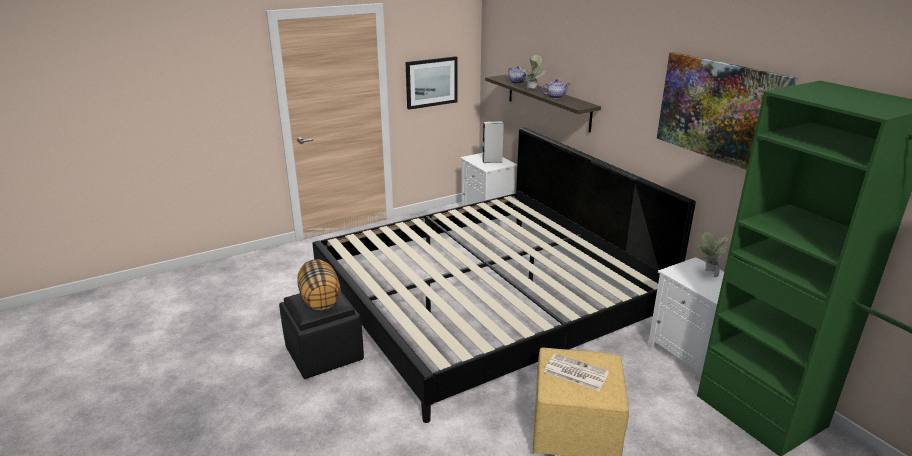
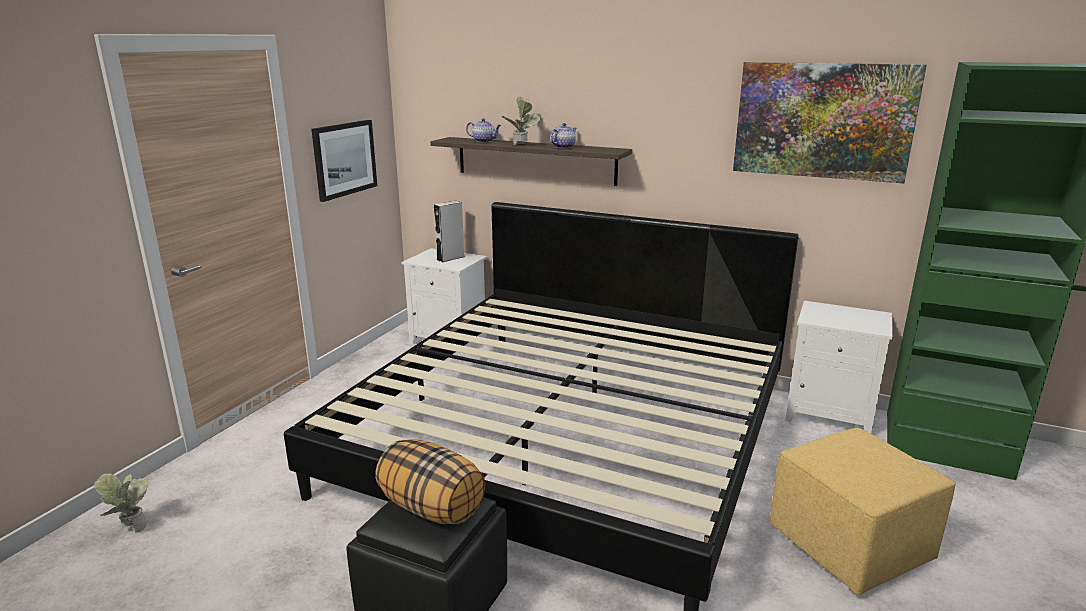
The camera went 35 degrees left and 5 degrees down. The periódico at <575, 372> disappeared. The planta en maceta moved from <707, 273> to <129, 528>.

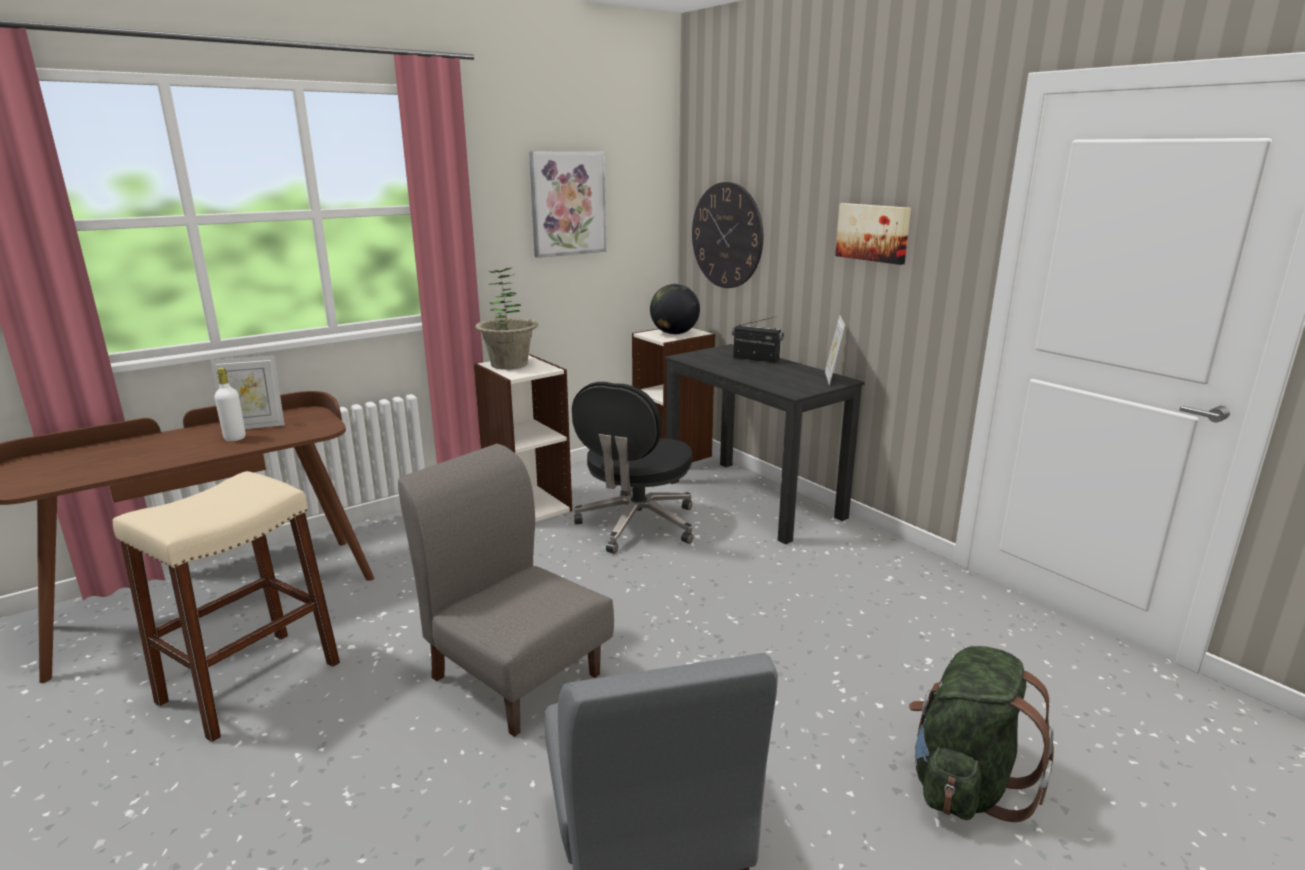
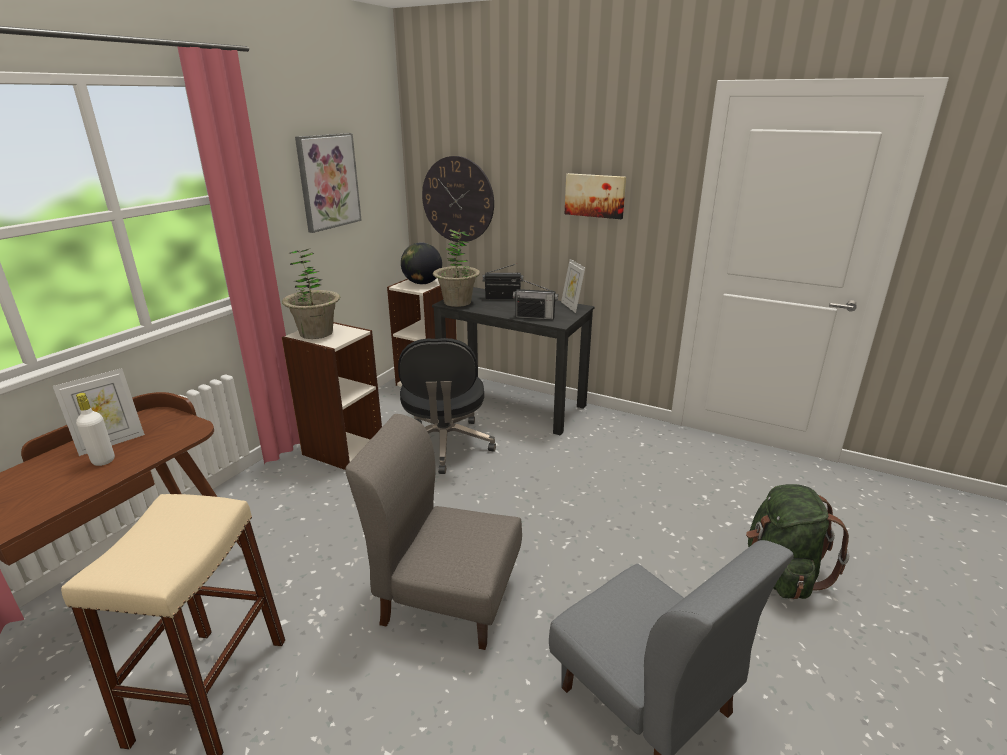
The camera went 25 degrees left and 5 degrees up. The planta en maceta at <457, 302> appeared. The radio at <535, 317> appeared.

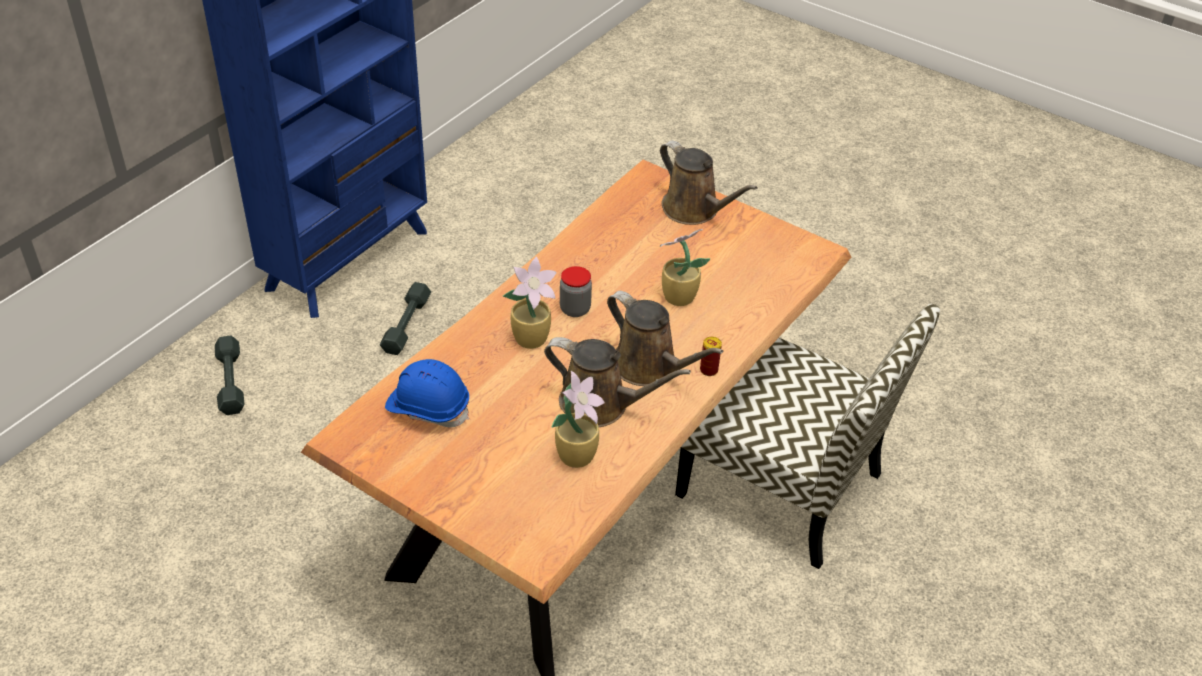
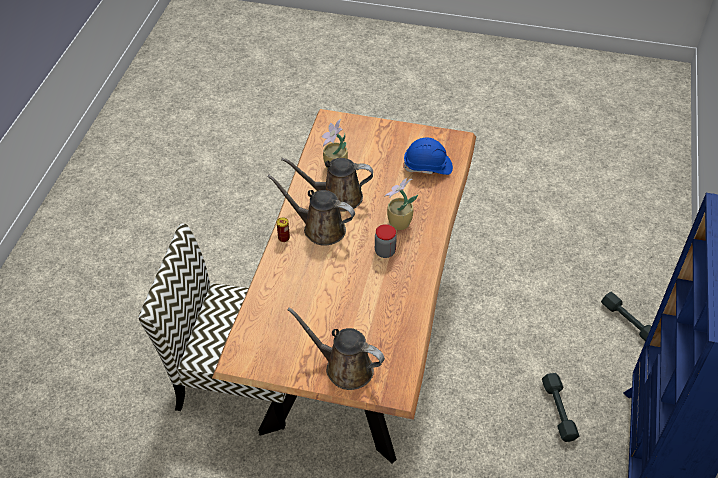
The camera went 160 degrees right and 5 degrees up. The planta en maceta at <677, 297> disappeared.

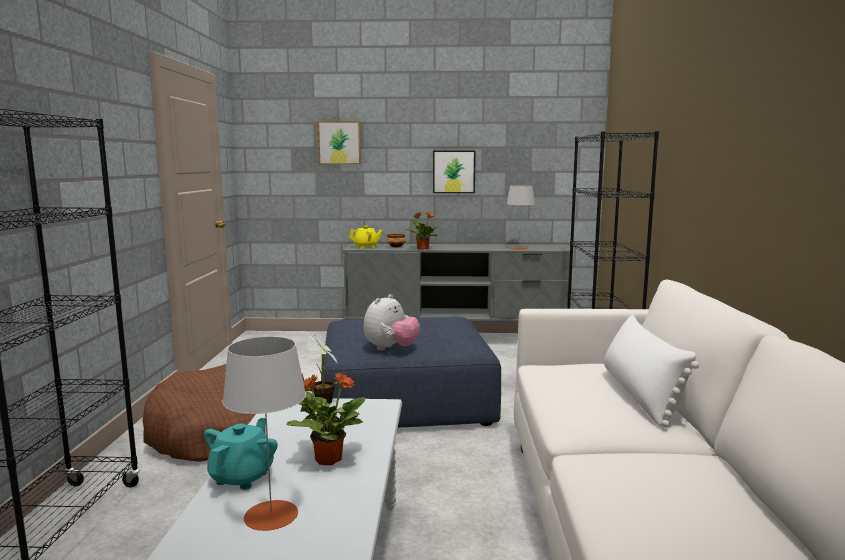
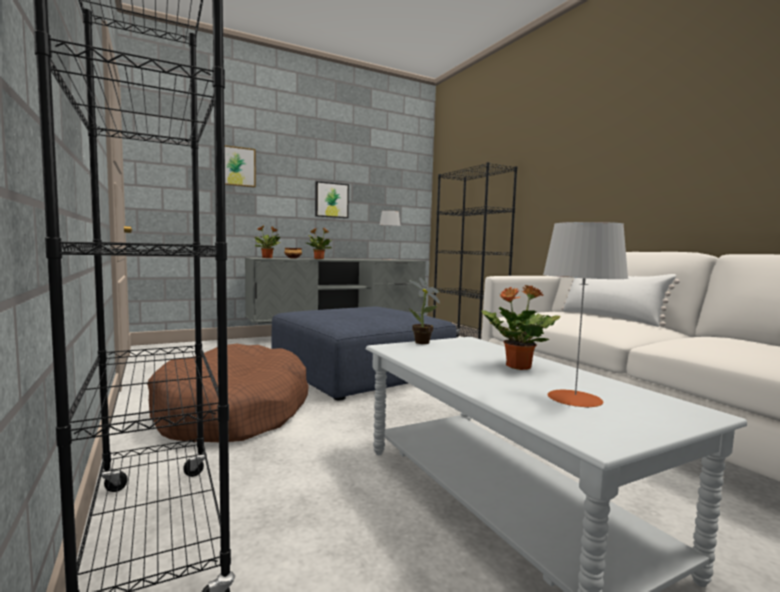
The camera went 30 degrees left and 5 degrees down. The tetera [turquesa] at <242, 477> disappeared. The peluche at <390, 348> disappeared. The tetera [amarillo] at <366, 247> was replaced by the planta en maceta at <267, 258>.

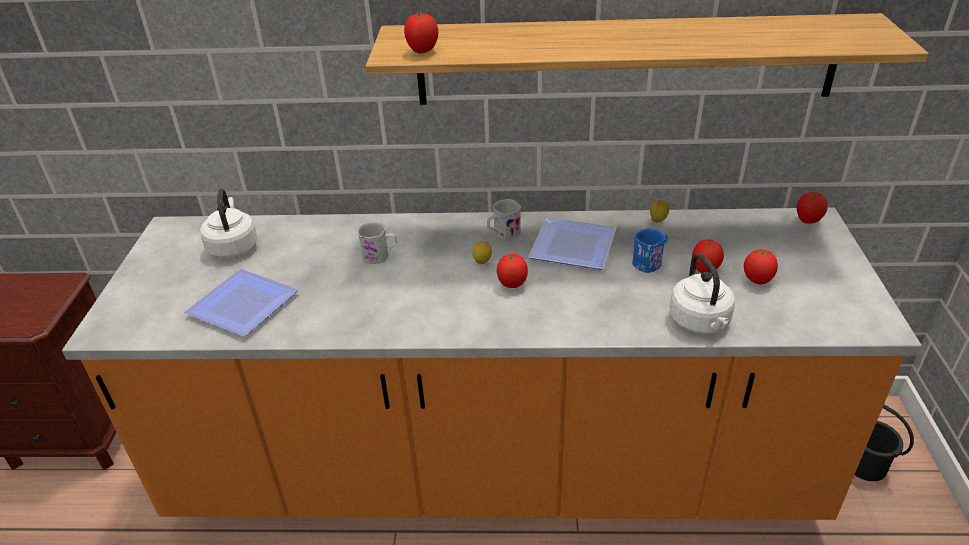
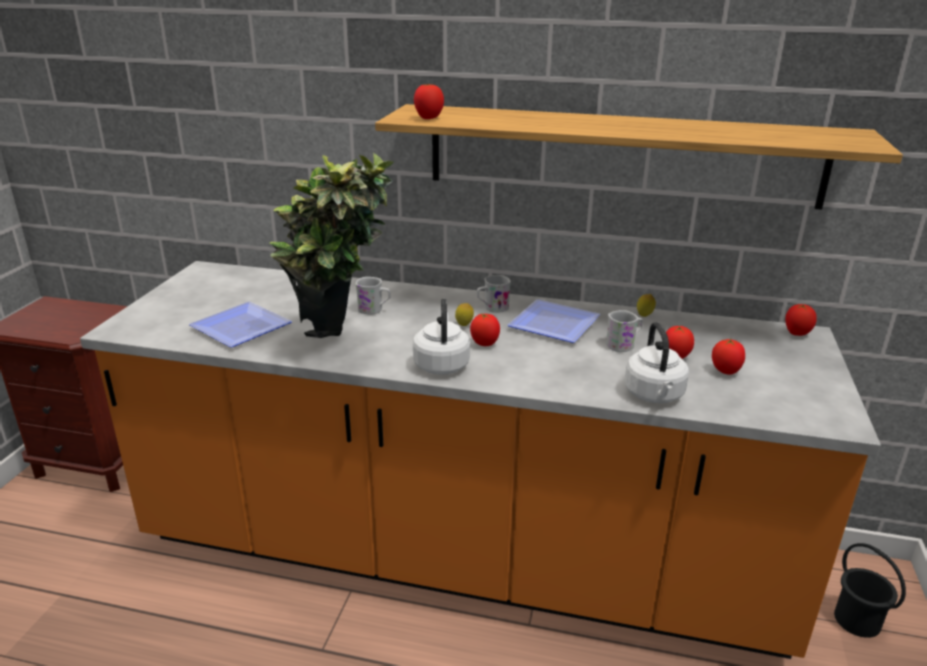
The camera went 10 degrees right and 10 degrees down. The planta en maceta at <343, 348> appeared. The hervidor [blanco] moved from <233, 246> to <441, 364>. The taza grande [azul] at <650, 262> became the taza grande [blanco] at <624, 345>.

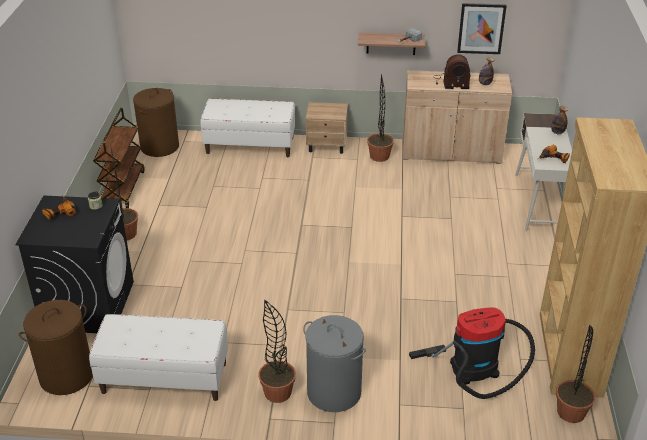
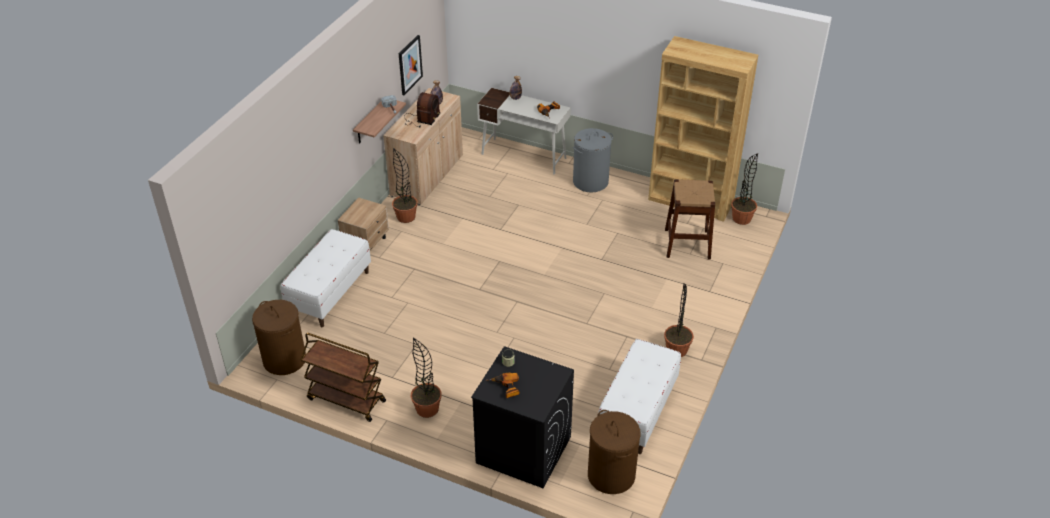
The camera went 70 degrees left and 5 degrees up. The cesto de la ropa [gris] moved from <333, 392> to <590, 182>. The aspiradora at <479, 366> was replaced by the taburete [marrón] at <687, 244>.

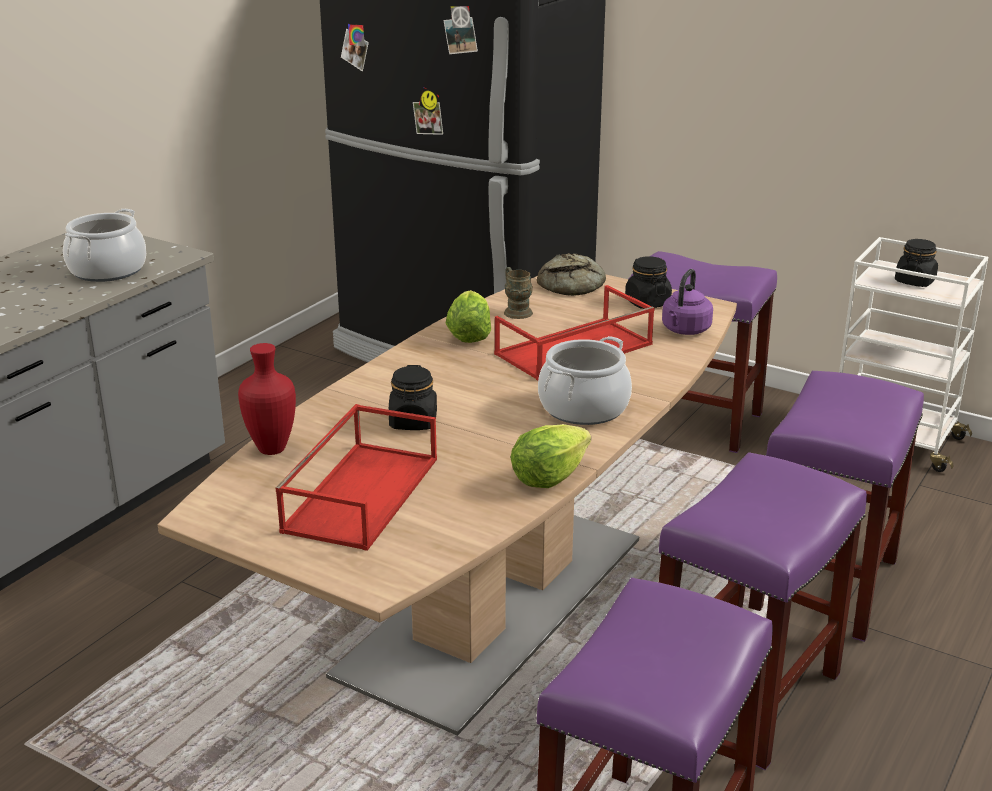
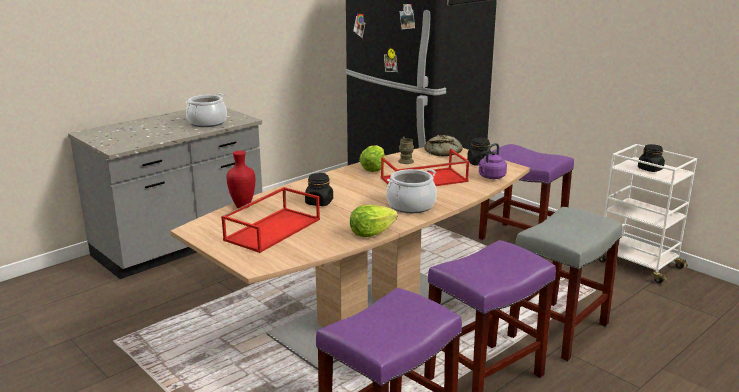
The camera went 15 degrees right and 5 degrees down. The taburete [morado] at <825, 585> became the taburete [gris] at <558, 331>.

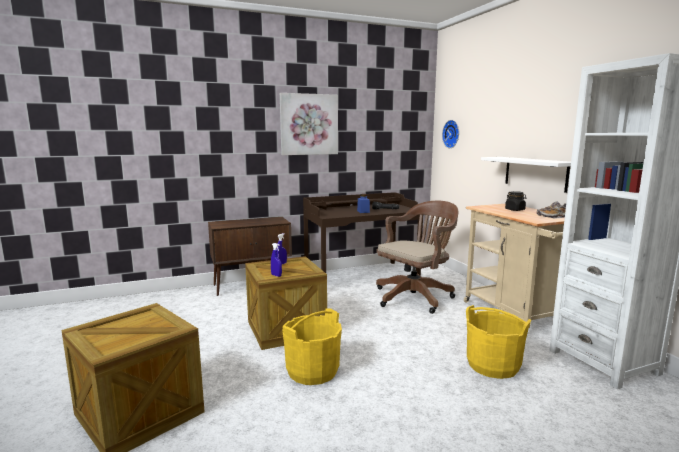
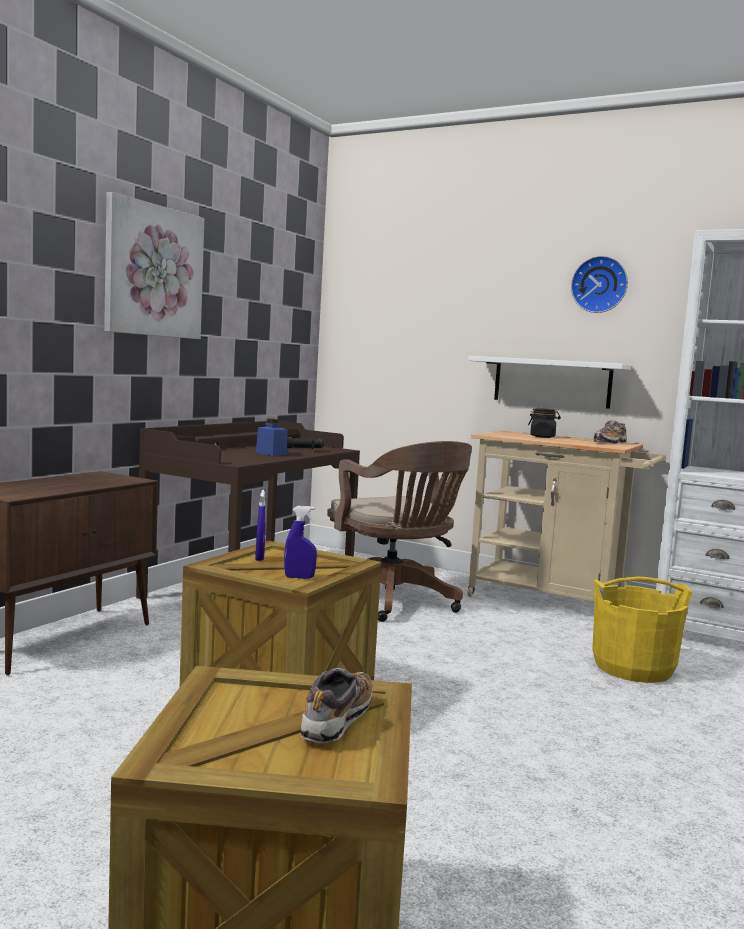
The camera went 40 degrees left and 5 degrees down. The cubo [amarillo] at <312, 371> disappeared. The zapato at <336, 720> appeared. The reloj de pared moved from <452, 134> to <600, 285>. The silla de oficina [marrón] at <416, 296> turned 135 degrees clockwise.

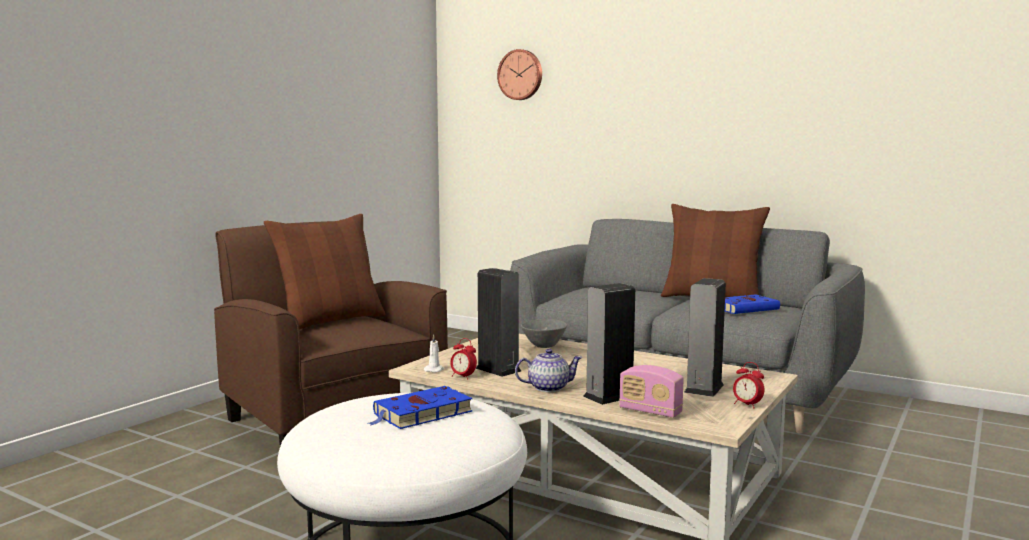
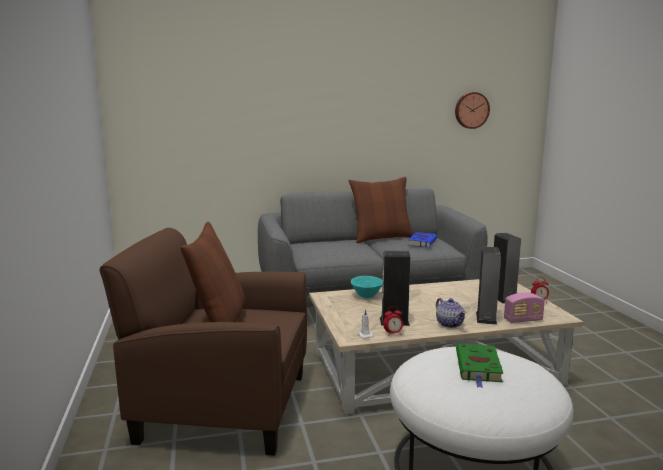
The camera went 45 degrees left and 5 degrees up. The reloj de pared moved from <521, 75> to <471, 110>. The libro [azul] at <421, 414> became the libro [verde] at <478, 367>. The cuenco [gris] at <542, 345> became the cuenco [turquesa] at <365, 296>. The tetera at <548, 388> turned 120 degrees clockwise.

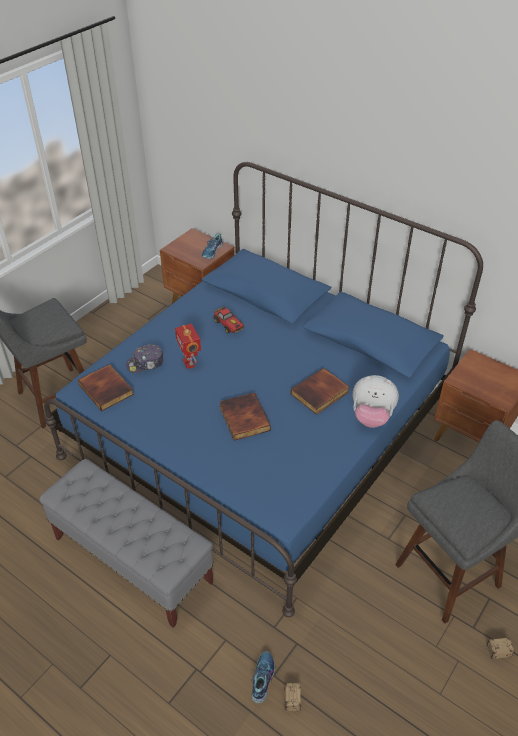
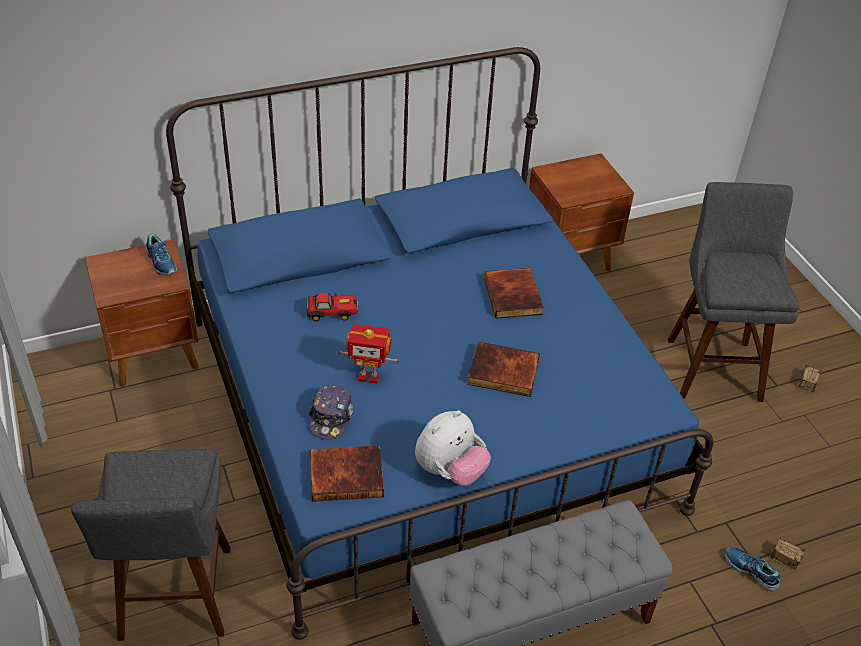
The camera went 60 degrees left and 0 degrees up. The peluche moved from <371, 417> to <450, 471>.

